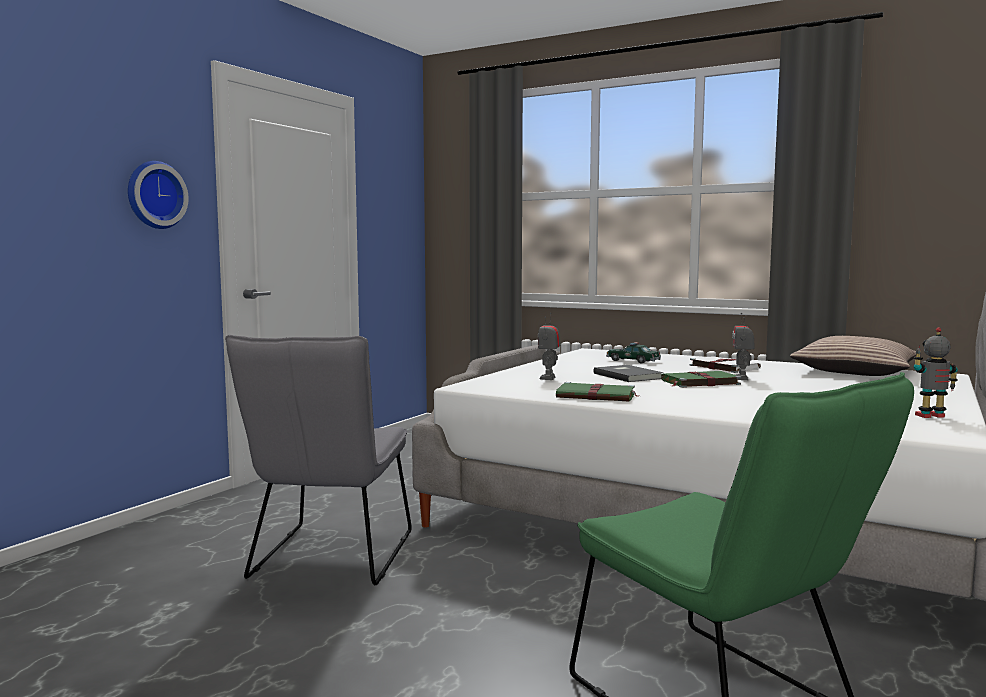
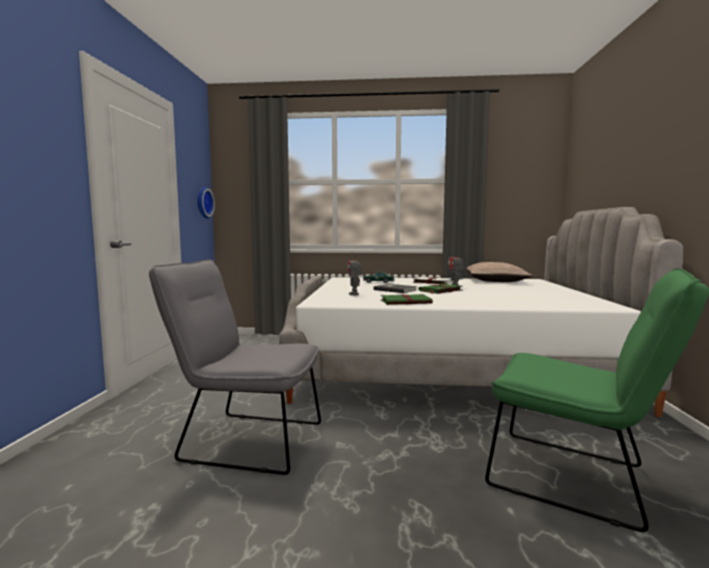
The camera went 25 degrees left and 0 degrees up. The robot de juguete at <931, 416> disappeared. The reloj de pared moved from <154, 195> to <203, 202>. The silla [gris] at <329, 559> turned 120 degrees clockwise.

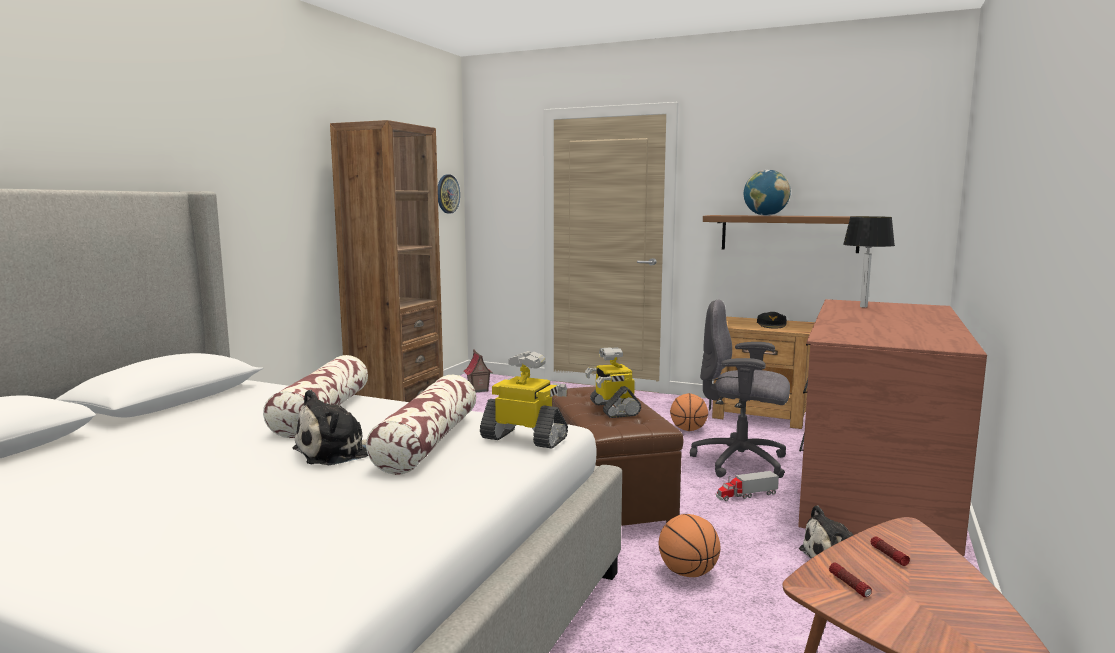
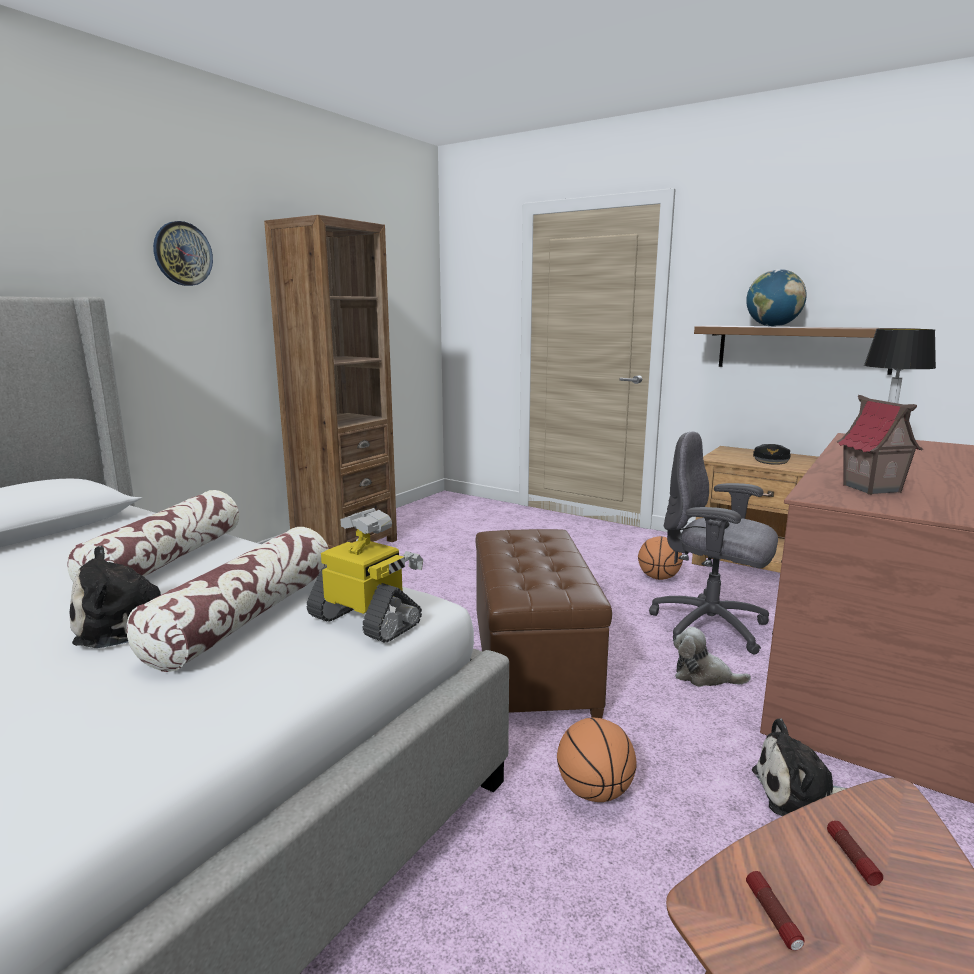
The camera went 10 degrees right and 5 degrees up. The robot de juguete at <613, 409> disappeared. The reloj de pared moved from <447, 194> to <182, 254>. The casita moved from <478, 390> to <871, 488>. The camión de juguete at <746, 495> was replaced by the peluche at <703, 676>.

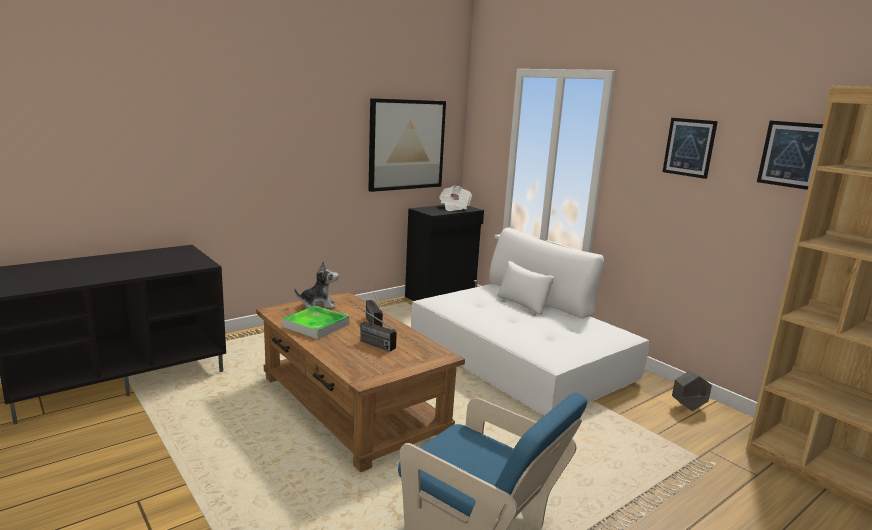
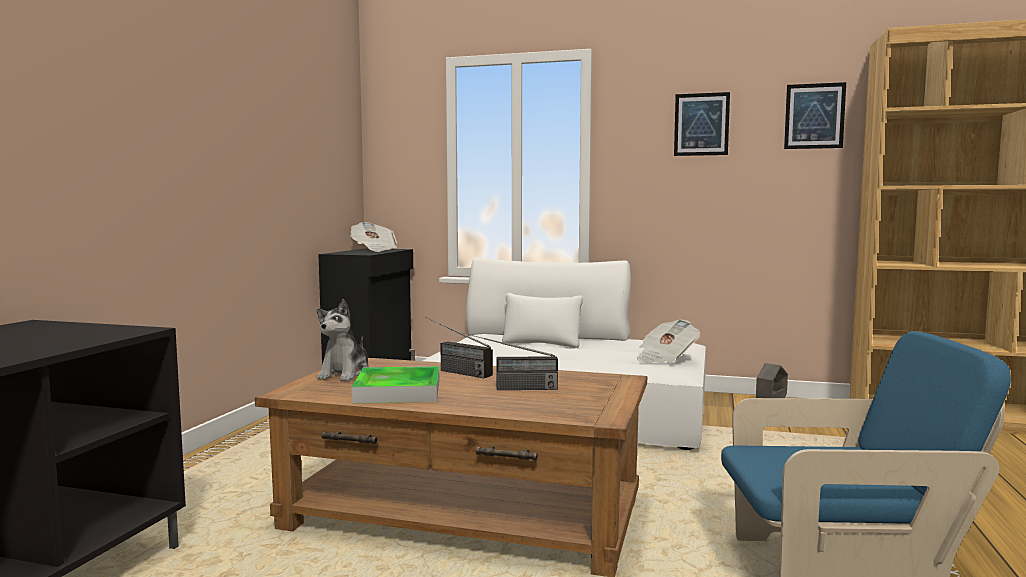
The camera went 35 degrees left and 10 degrees down. The cuadro at <406, 144> disappeared. The periódico at <665, 358> appeared. The peluche at <318, 305> turned 150 degrees clockwise.

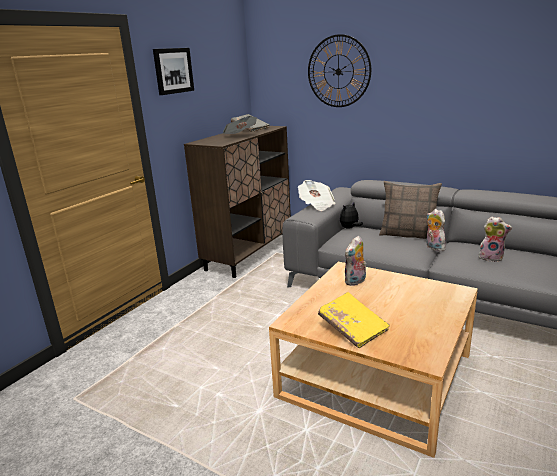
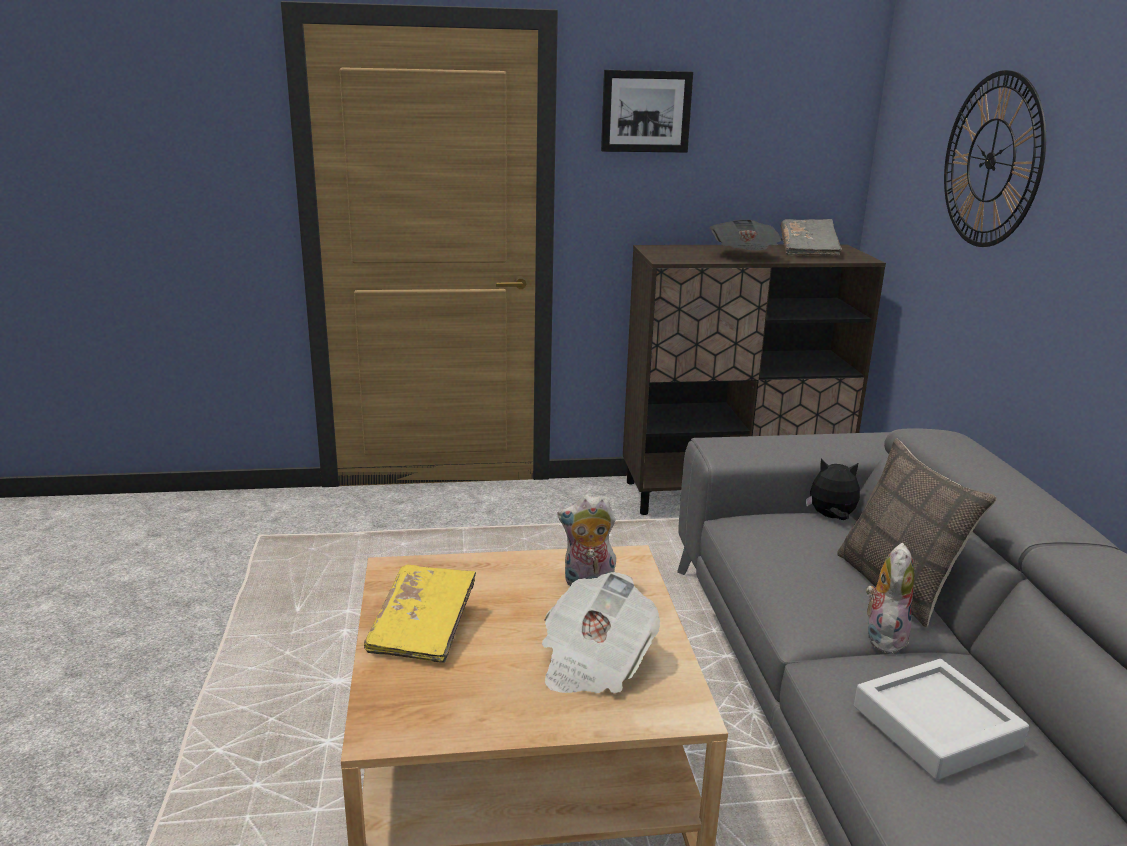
The camera went 50 degrees right and 0 degrees up. The periódico moved from <316, 205> to <593, 662>. The peluche at <491, 257> was replaced by the bandeja [gris] at <936, 726>.

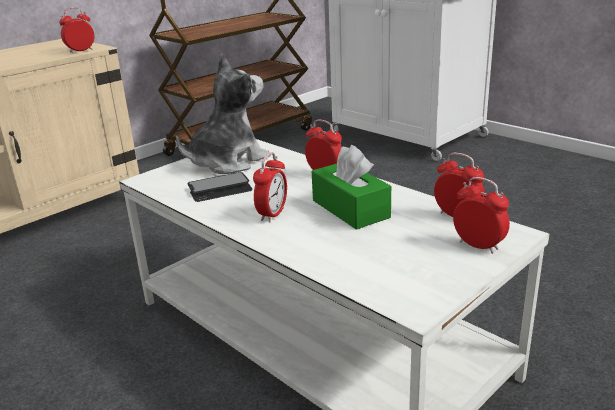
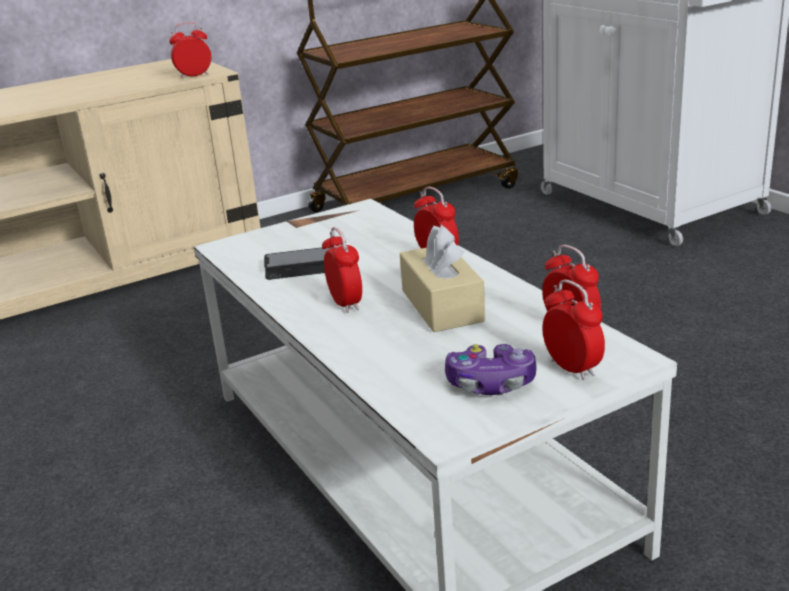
The camera went 15 degrees right and 0 degrees up. The peluche at <227, 162> disappeared. The mando de consola at <491, 384> appeared. The caja de pañuelos [verde] at <350, 209> became the caja de pañuelos [beis] at <442, 305>. The despertador at <272, 214> turned 60 degrees counterclockwise.

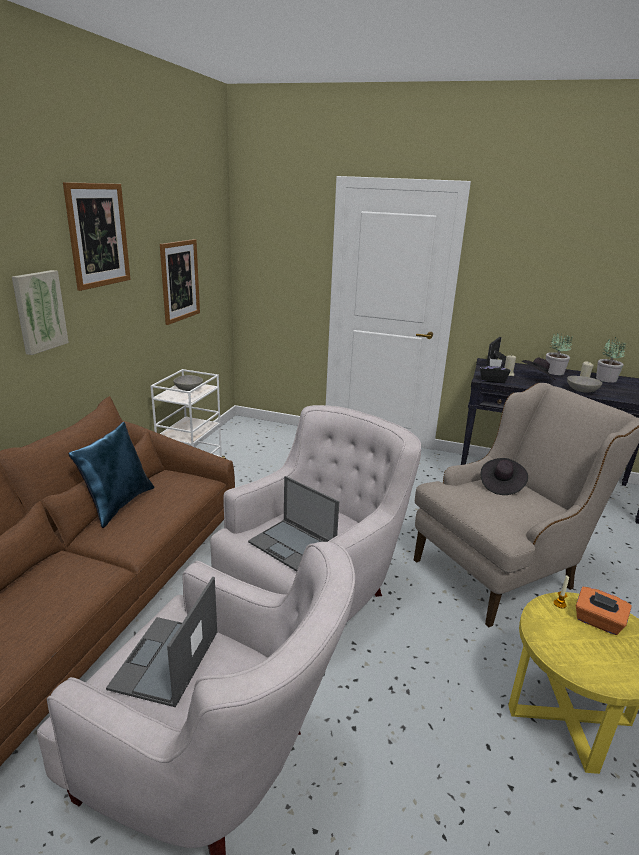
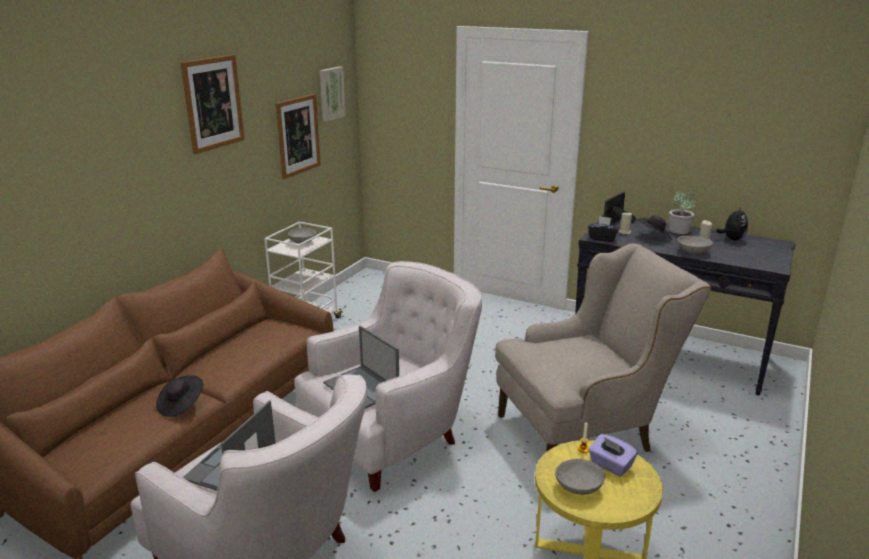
The camera went 10 degrees right and 0 degrees up. The cojín [azul] at <118, 504> disappeared. The cuenco [gris] at <579, 487> appeared. The cuadro moved from <39, 311> to <330, 93>. The sombrero [negro] moved from <501, 485> to <181, 405>. The planta en maceta at <605, 379> was replaced by the peluche at <732, 239>. The caja de pañuelos [naranja] at <598, 622> became the caja de pañuelos [morado] at <610, 465>.

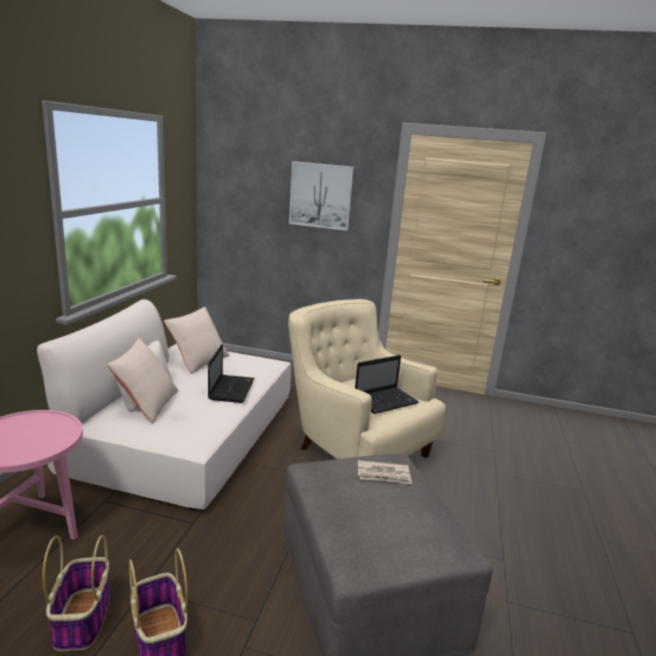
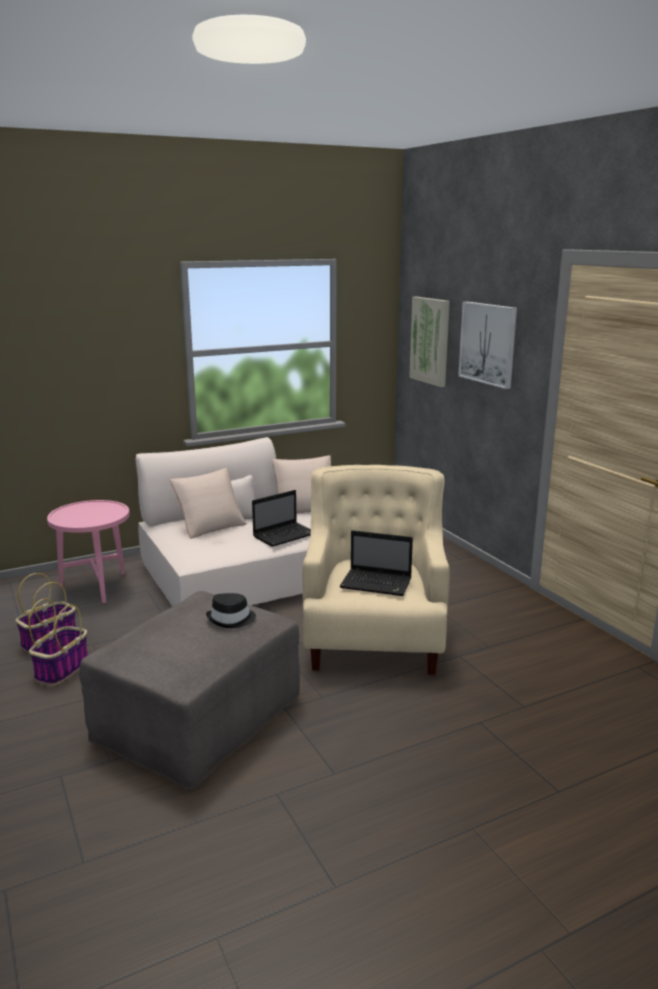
The camera went 50 degrees right and 0 degrees up. The cuadro at <430, 341> appeared. The periódico at <384, 475> was replaced by the sombrero [negro] at <231, 619>.

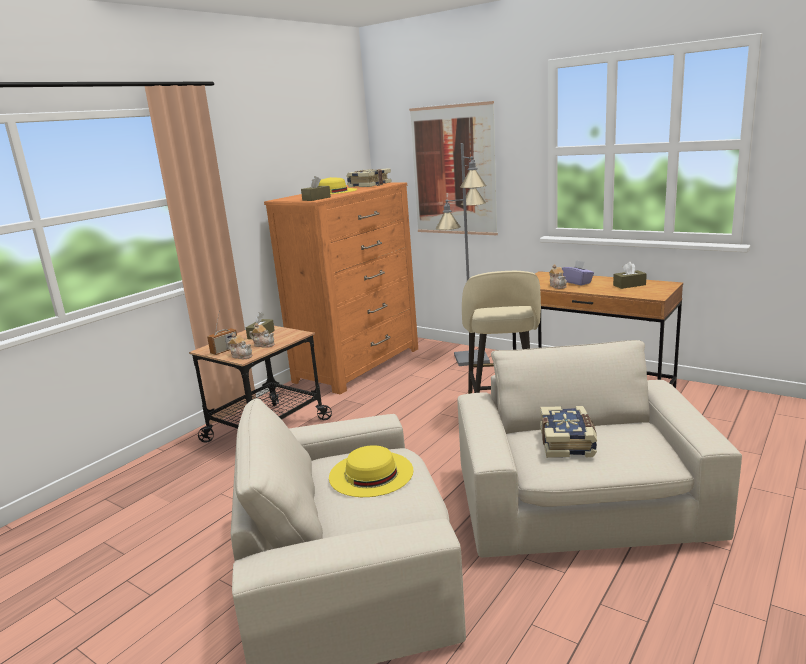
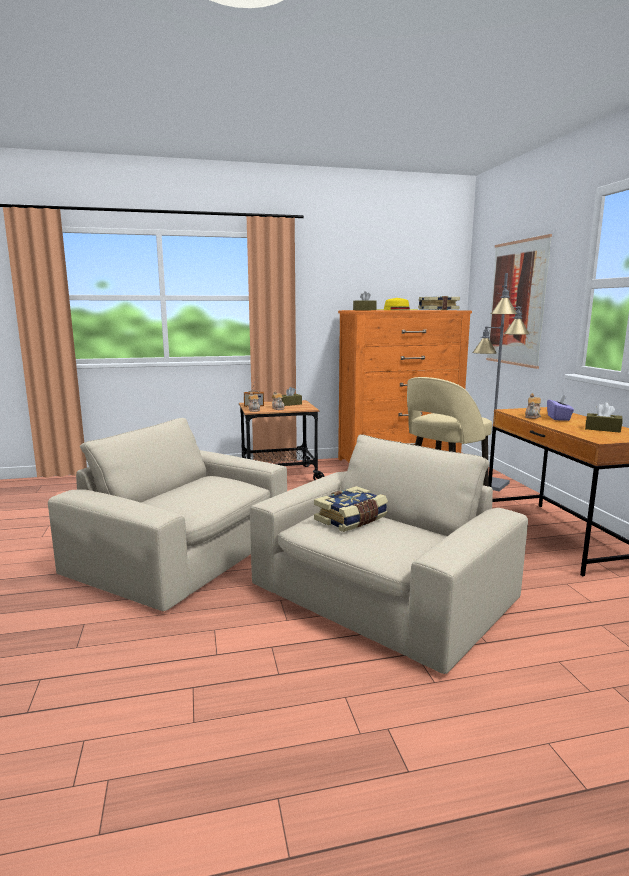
The camera went 40 degrees right and 5 degrees down. The sombrero [amarillo] at <371, 473> disappeared.

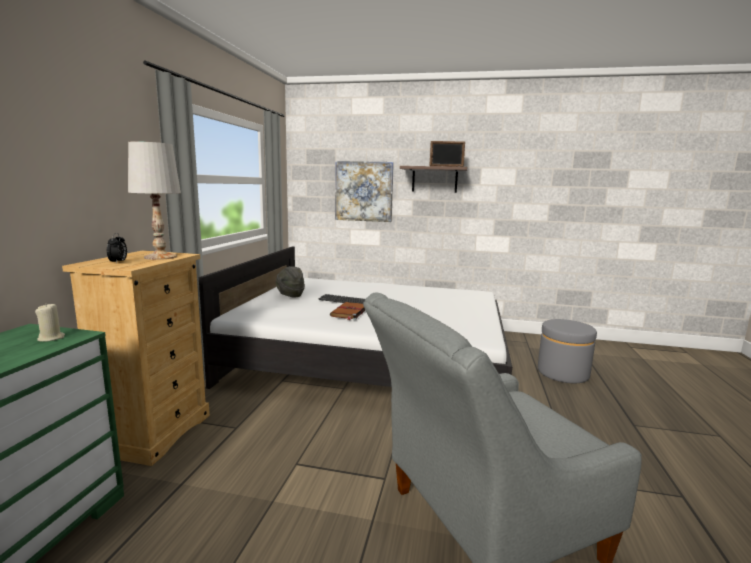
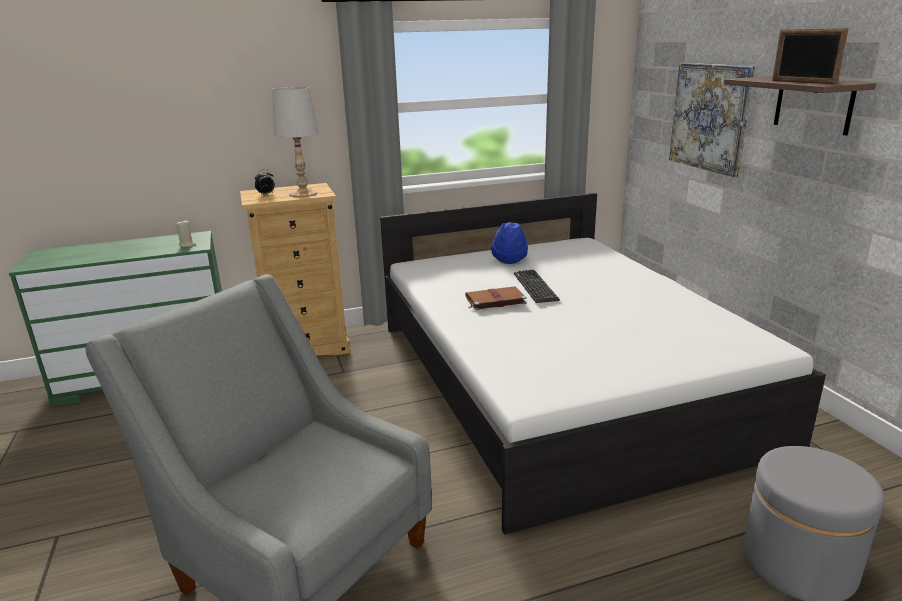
The camera went 60 degrees right and 10 degrees up. The sombrero [gris] at <290, 295> became the sombrero [azul] at <509, 259>.

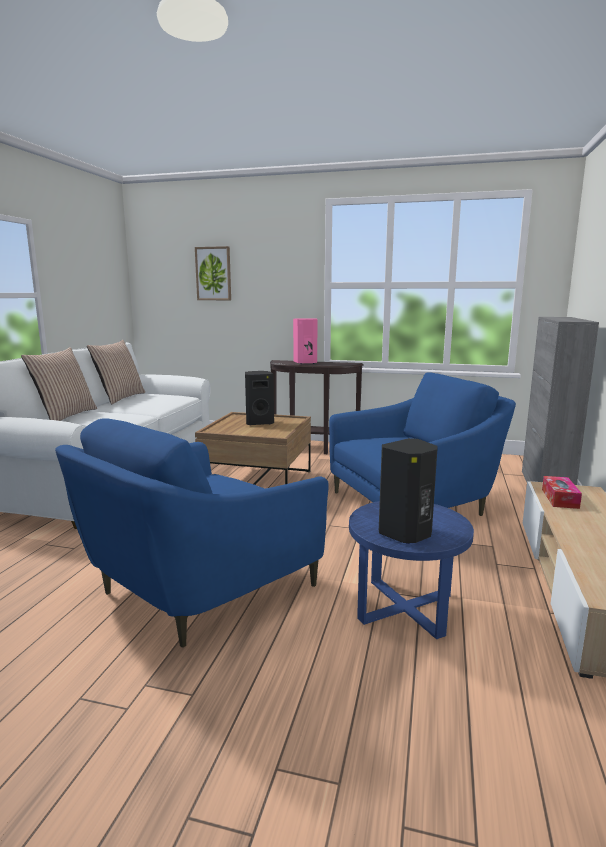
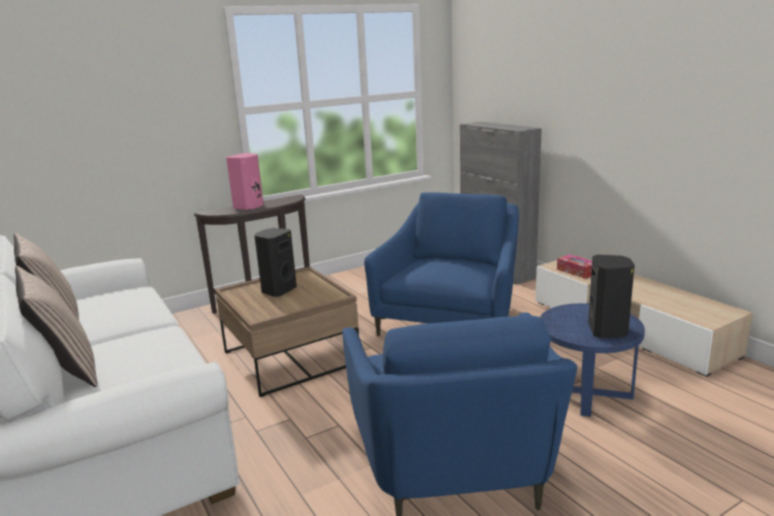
The camera went 45 degrees left and 5 degrees up. The cuadro at <213, 273> disappeared.

